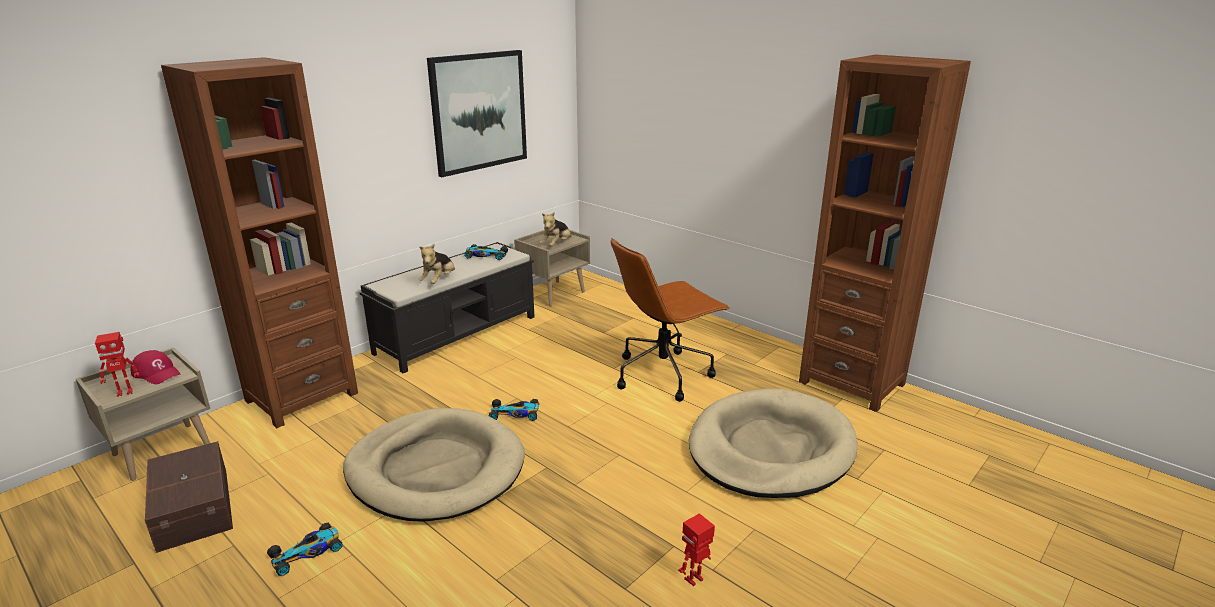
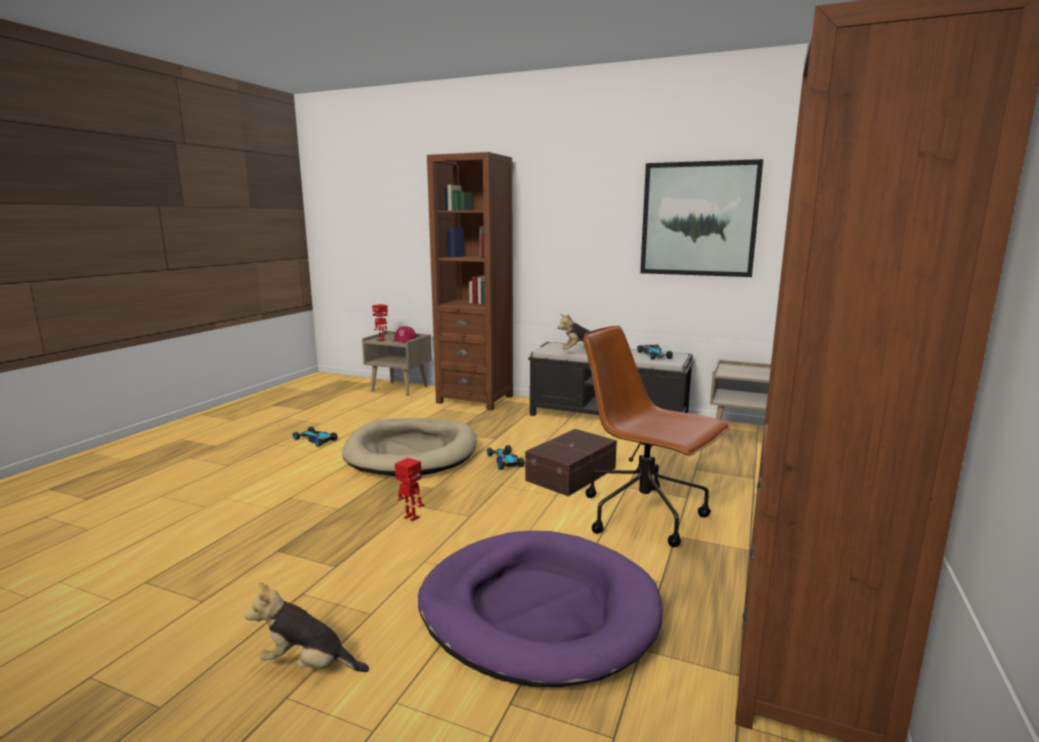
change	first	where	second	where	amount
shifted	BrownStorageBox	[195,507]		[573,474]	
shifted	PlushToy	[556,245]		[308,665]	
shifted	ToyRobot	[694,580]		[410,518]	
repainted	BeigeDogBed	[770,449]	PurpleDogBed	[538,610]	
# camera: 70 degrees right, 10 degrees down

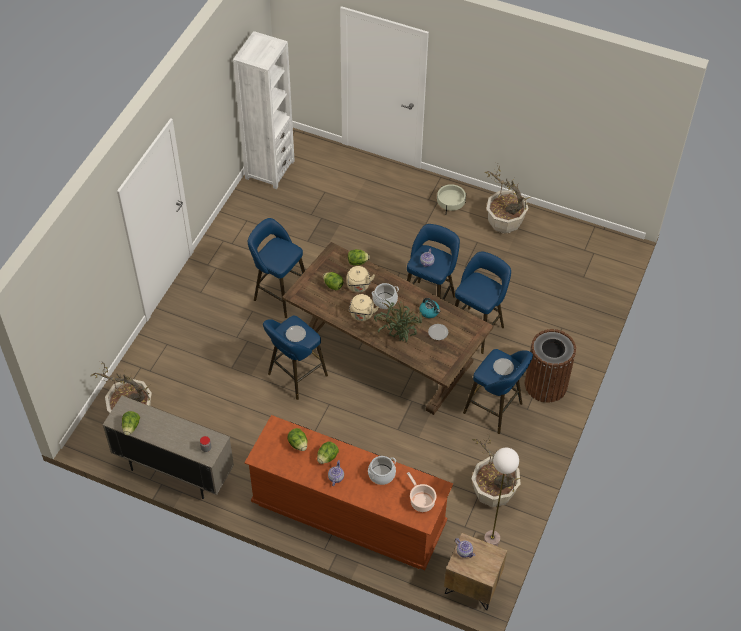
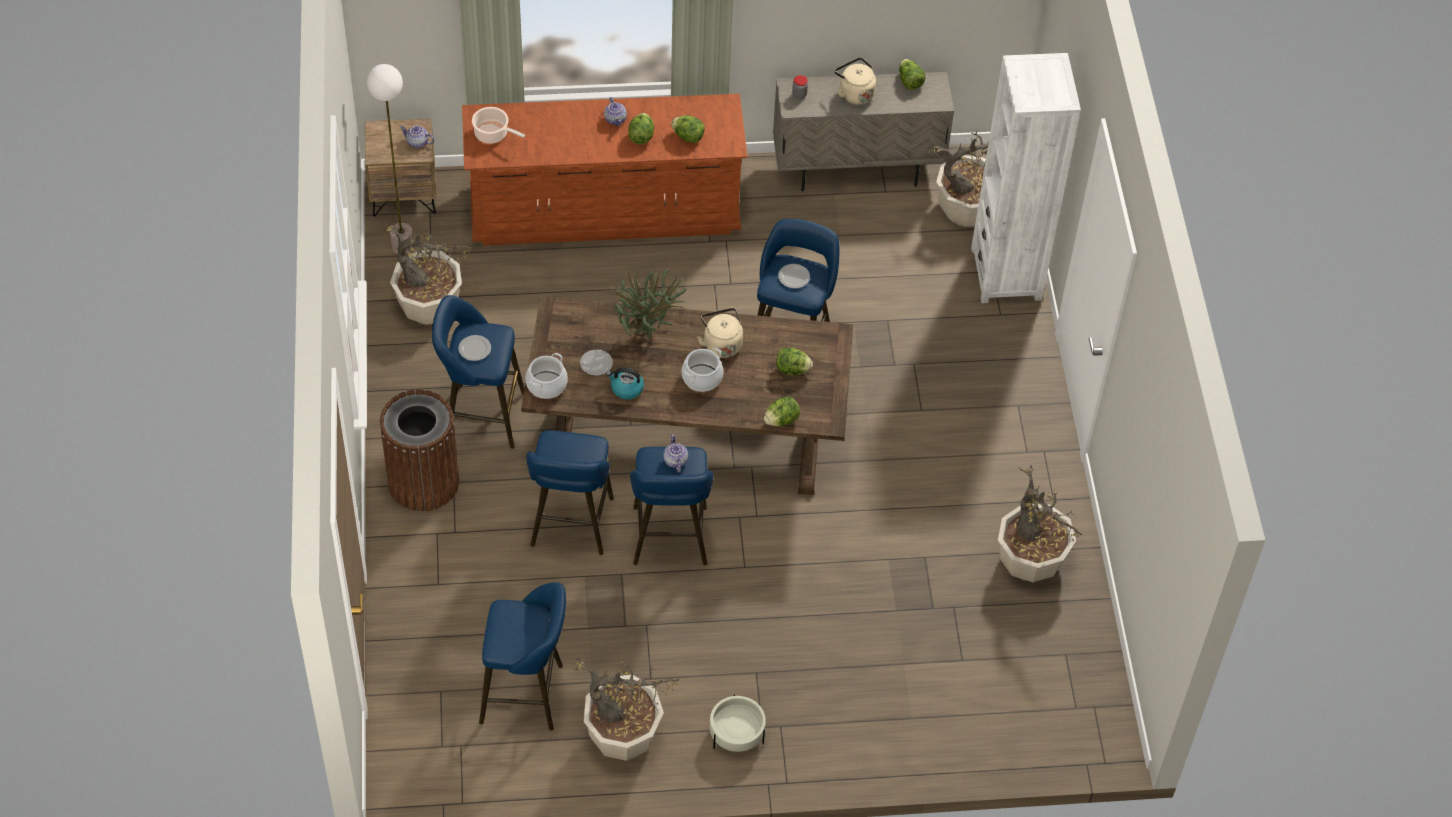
change	first	where	second	where	amount
shifted	WhiteBookcase	[269,169]		[1006,273]	
shifted	BlueStool	[279,294]		[527,694]	
shifted	BeigeKettle	[358,286]		[854,93]	
shifted	CookingPot	[381,474]		[547,385]	
new			PottedPlant	[1031,562]	
# camera: 150 degrees right, 0 degrees up

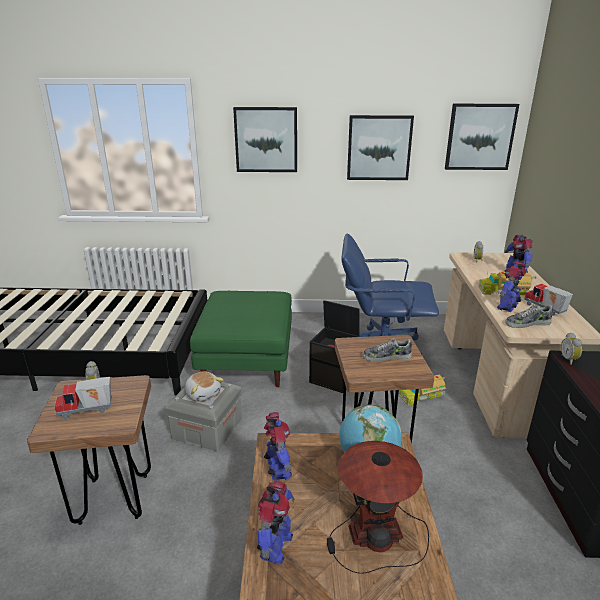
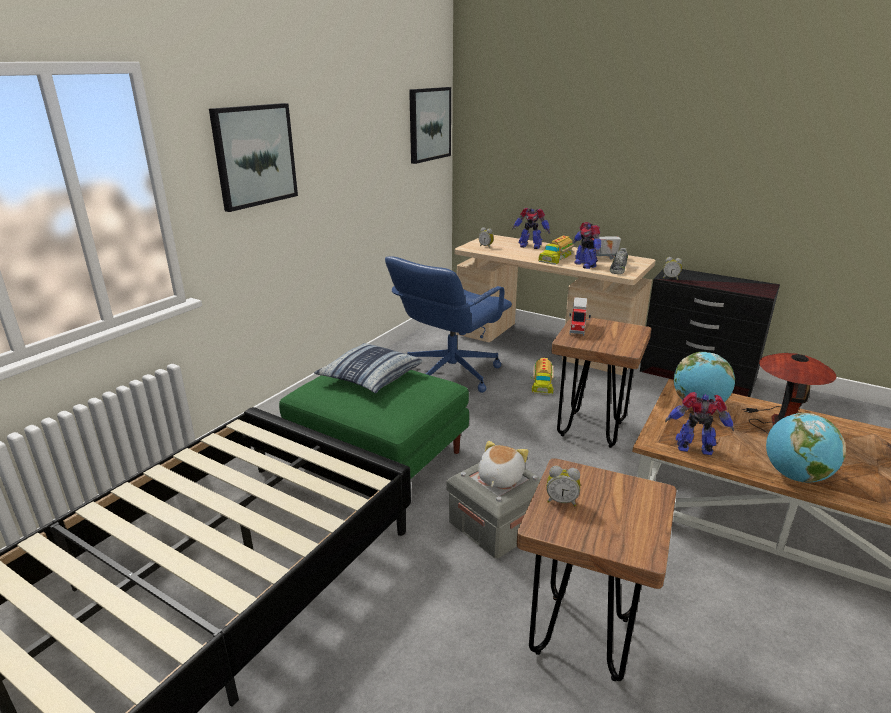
change	first	where	second	where	amount
shifted	ToyTruck	[86,411]		[578,329]	
rotated	PlushToy	[203,393]		[499,478]	60 degrees counterclockwise
swapped	ToyRobot	[275,546]	Globe	[795,476]	
gone	BlackStorageBox	[334,379]			
gone	Picture	[379,148]			
gone	Shoe	[386,357]			
new			Pillow	[370,377]	
# camera: 60 degrees left, 0 degrees up

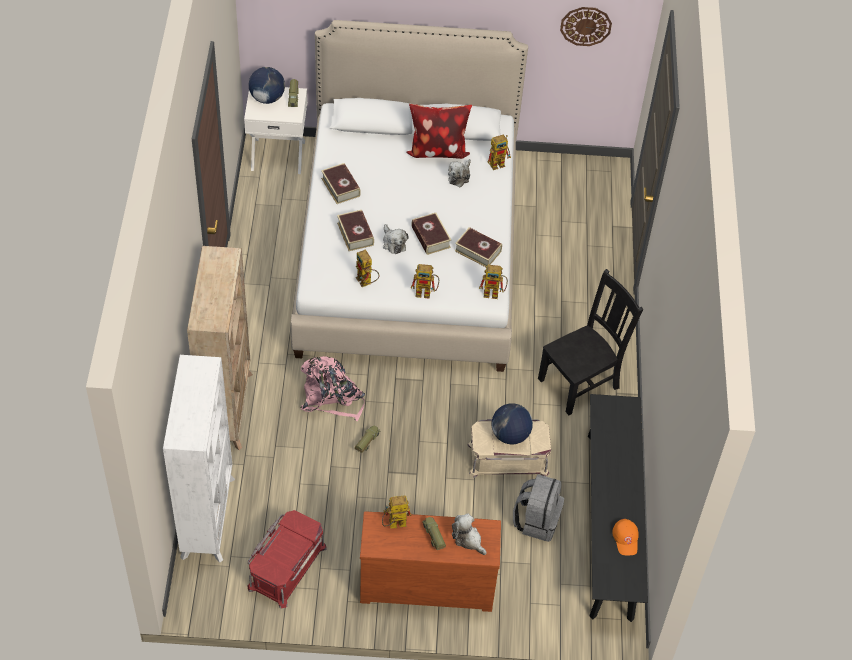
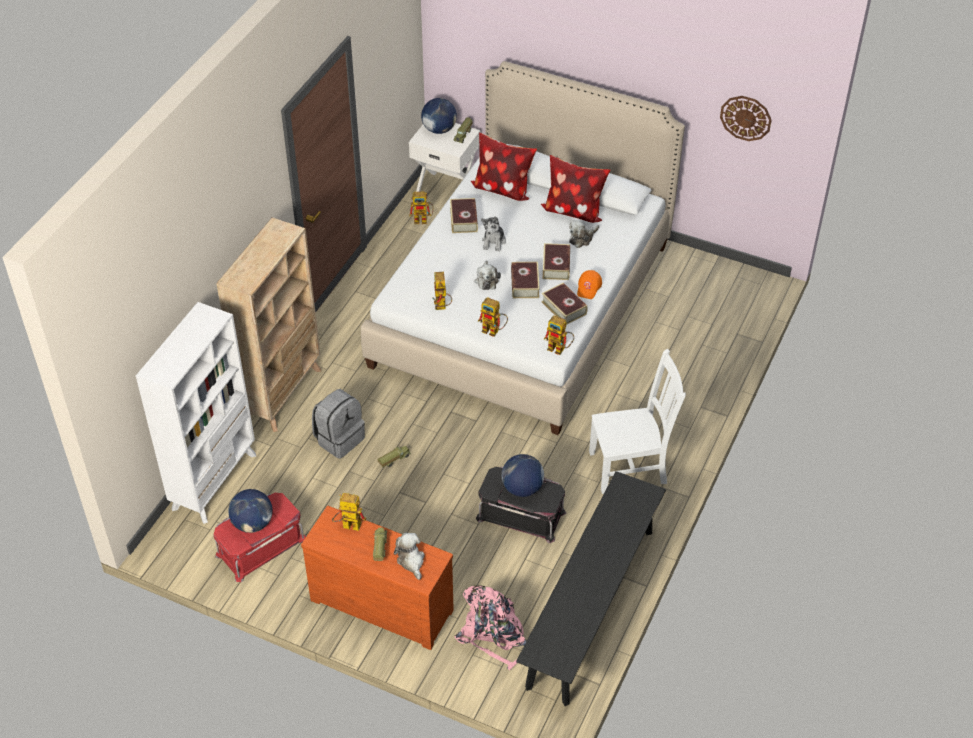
change	first	where	second	where	amount
shifted	PinkBackpack	[331,397]		[493,635]	
shifted	Book	[355,234]		[556,266]	
repainted	BeigeStorageBox	[508,457]	BlackStorageBox	[521,514]	
shifted	ToyRobot	[499,163]		[423,220]	
shifted	GreyBackpack	[536,520]		[339,439]	
repainted	BlackChair	[581,382]	WhiteChair	[630,467]	
shifted	OrangeCap	[626,538]		[589,287]	
new			Globe	[253,523]	
new			Pillow	[502,188]	
new			PlushToy	[494,242]	
# camera: 25 degrees right, 5 degrees down

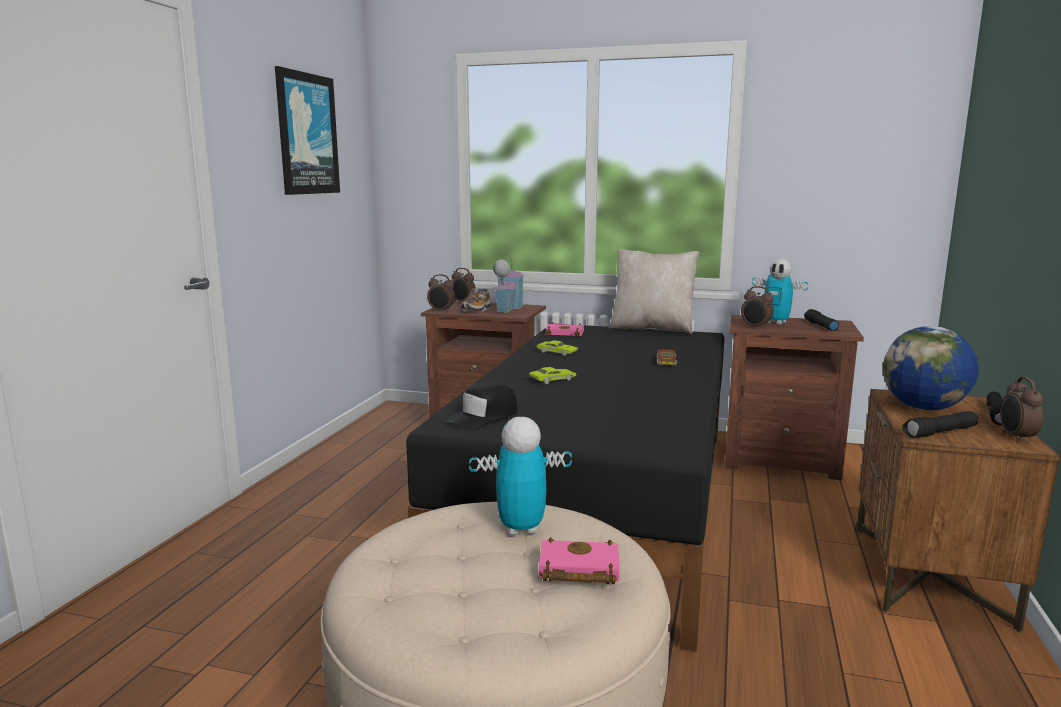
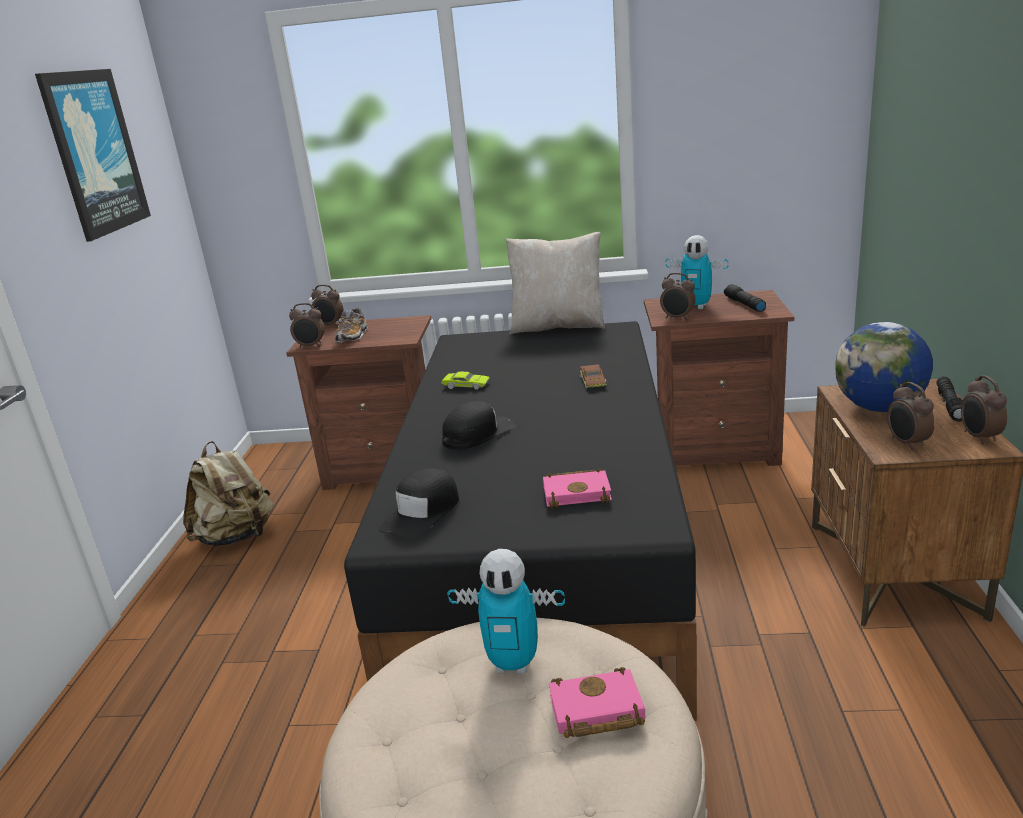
change	first	where	second	where	amount
rotated	ToyRobot	[521,529]		[513,663]	150 degrees counterclockwise
gone	ToyHouse	[507,308]			
swapped	GreenToyCar	[552,380]	BlackCap	[478,434]	
shifted	PinkBook	[565,333]		[578,492]	
swapped	BlackFlashlight	[940,433]	AlarmClock	[906,443]	
new			BeigeBackpack	[236,537]	
# camera: 10 degrees left, 10 degrees up

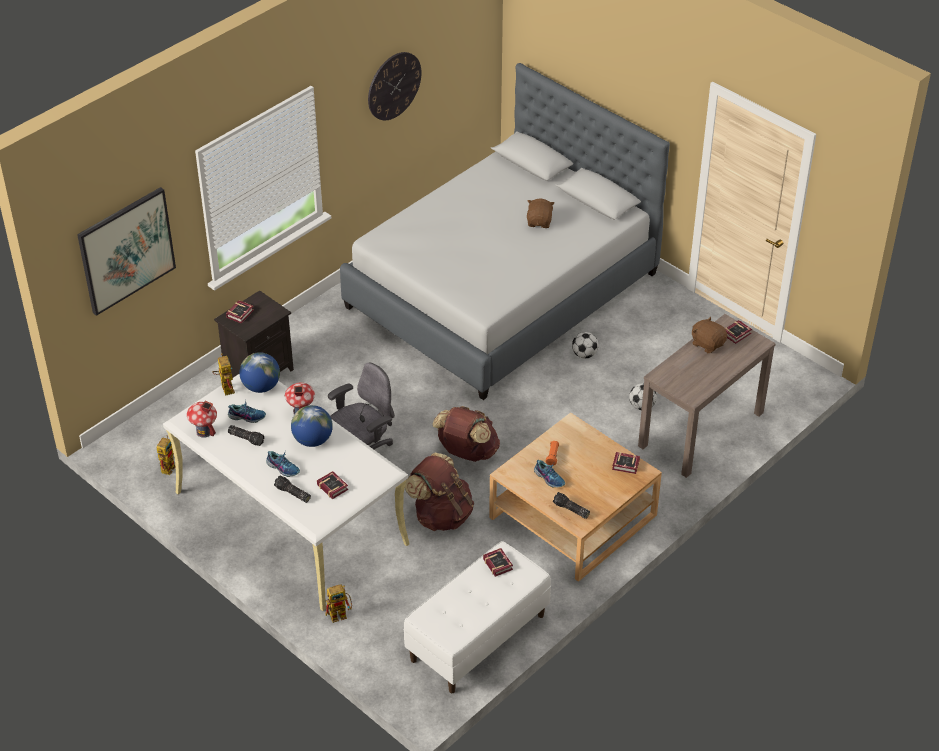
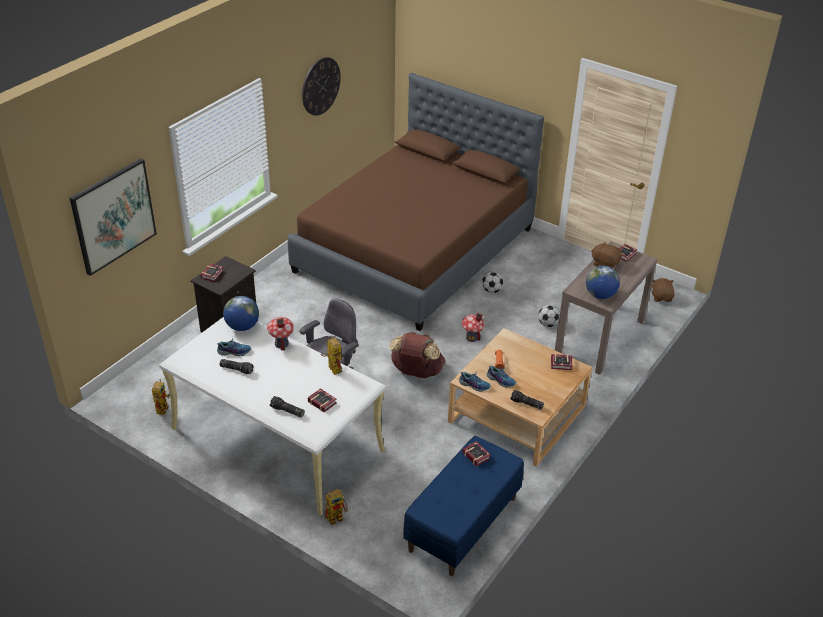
change	first	where	second	where	amount
shifted	ToyHouse	[204,431]		[472,338]	
shifted	ToyRobot	[225,387]		[332,368]	
shifted	Shoe	[283,468]		[474,385]	
shifted	Globe	[313,440]		[600,295]	
repainted	GreyBed	[502,290]	BrownBed	[415,250]	
repainted	WhiteBench	[478,638]	BlueBench	[463,524]	
gone	BrownBackpack	[441,515]			
shifted	BrownPlushToy	[539,222]		[661,297]	
# camera: 10 degrees left, 5 degrees down

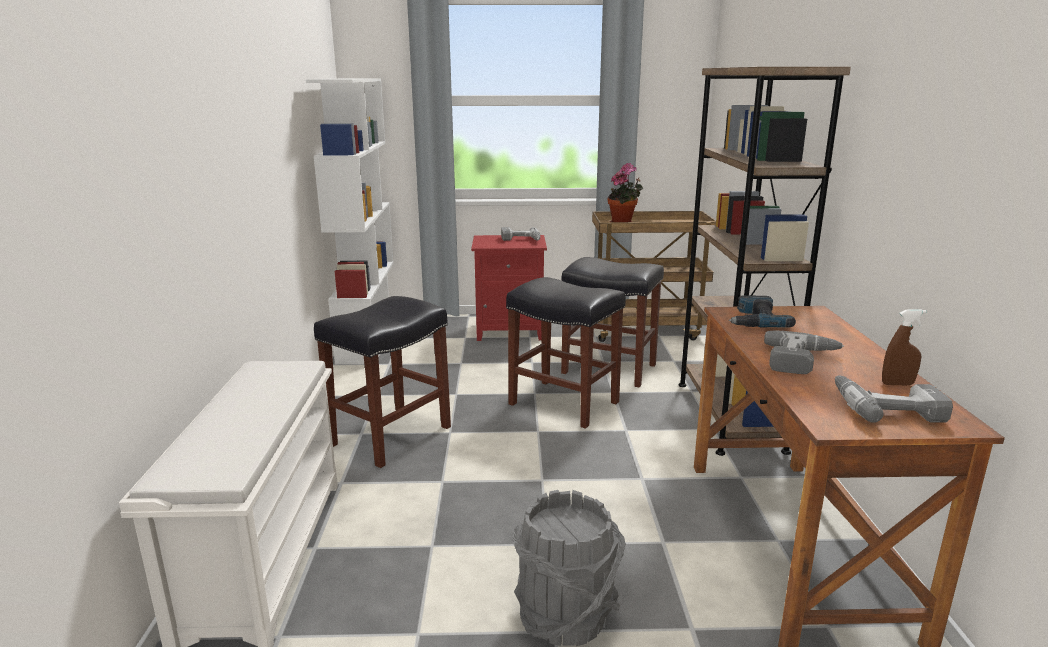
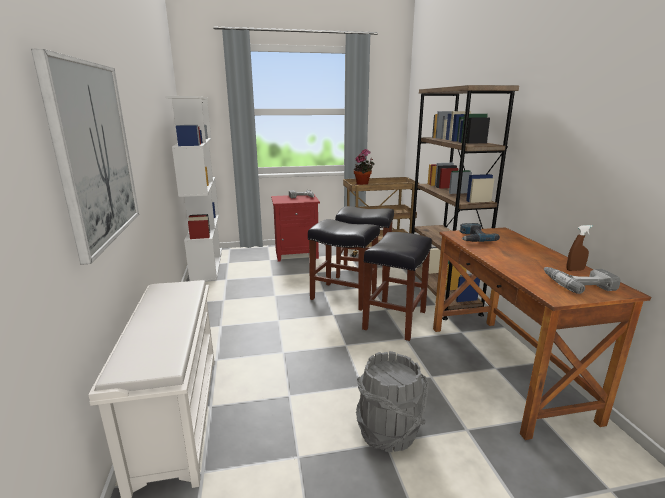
change	first	where	second	where	amount
shifted	BlackStool	[391,435]		[394,319]	
gone	PowerDrill	[803,361]			
new			Picture	[95,154]	
# camera: 10 degrees left, 0 degrees up

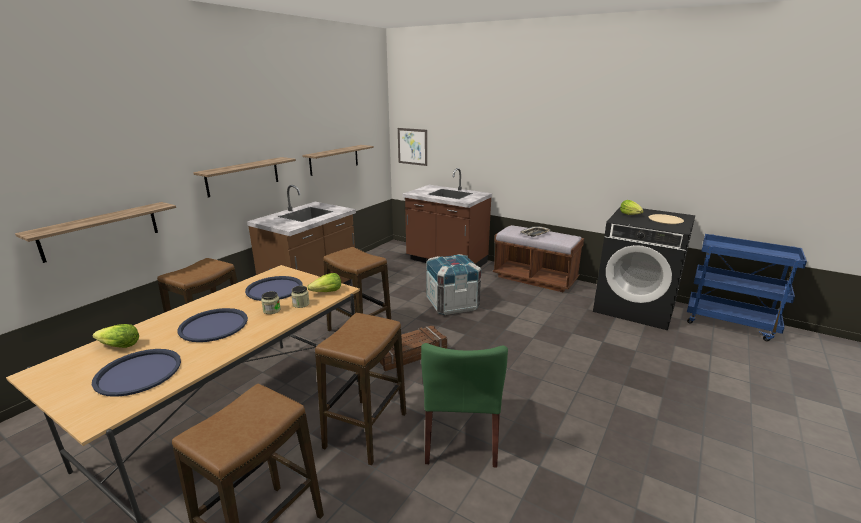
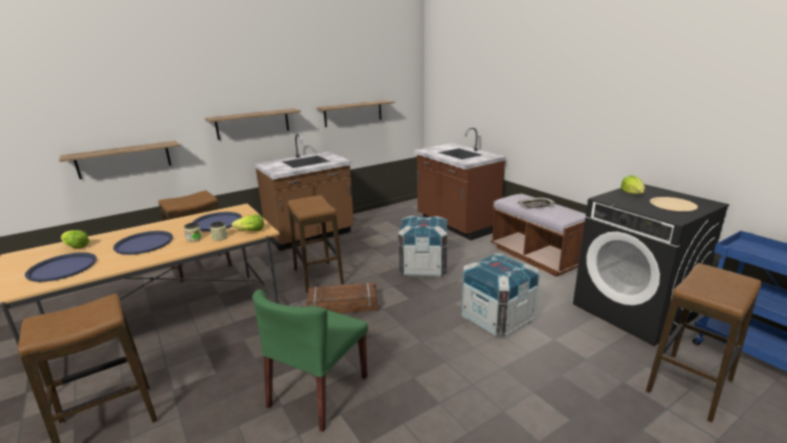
change	first	where	second	where	amount
shifted	Stool	[366,431]		[689,386]	
gone	Picture	[412,146]			
new			Crate	[497,319]	
# camera: 25 degrees right, 0 degrees up

